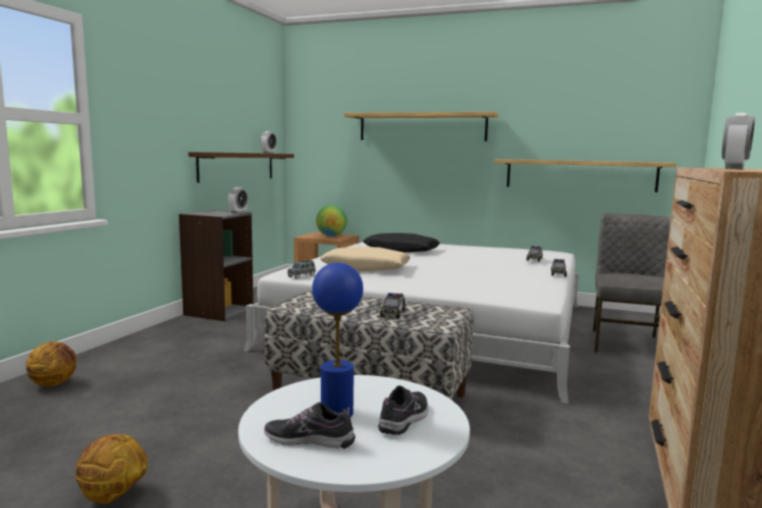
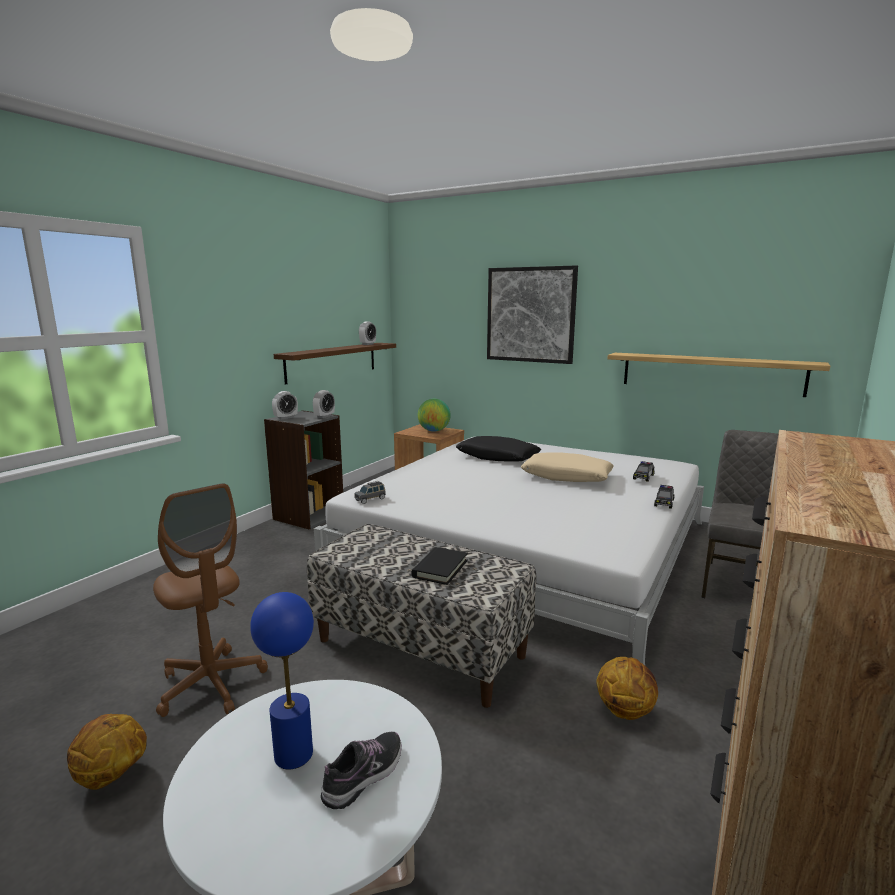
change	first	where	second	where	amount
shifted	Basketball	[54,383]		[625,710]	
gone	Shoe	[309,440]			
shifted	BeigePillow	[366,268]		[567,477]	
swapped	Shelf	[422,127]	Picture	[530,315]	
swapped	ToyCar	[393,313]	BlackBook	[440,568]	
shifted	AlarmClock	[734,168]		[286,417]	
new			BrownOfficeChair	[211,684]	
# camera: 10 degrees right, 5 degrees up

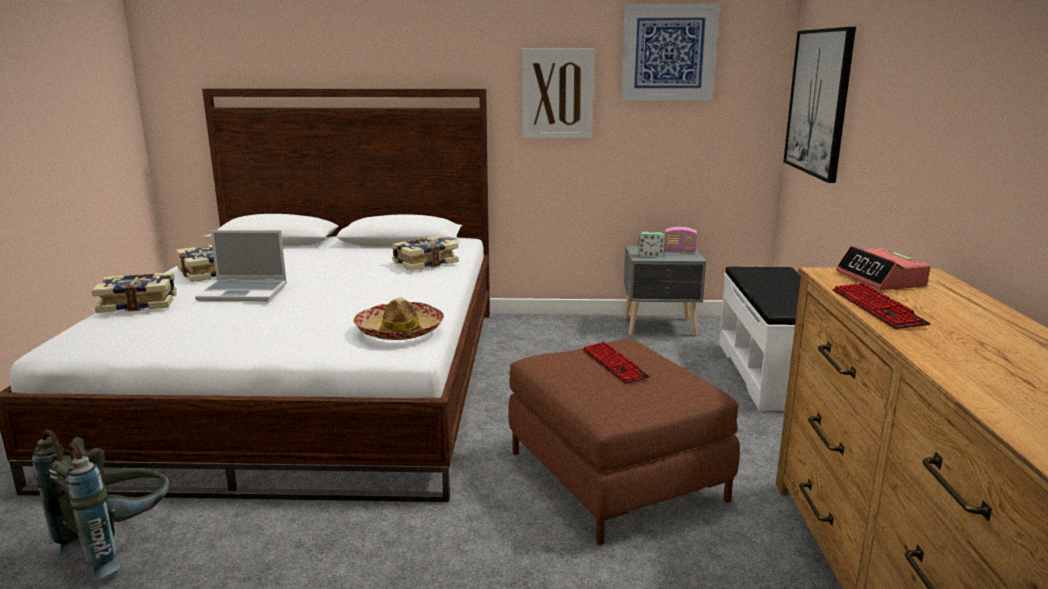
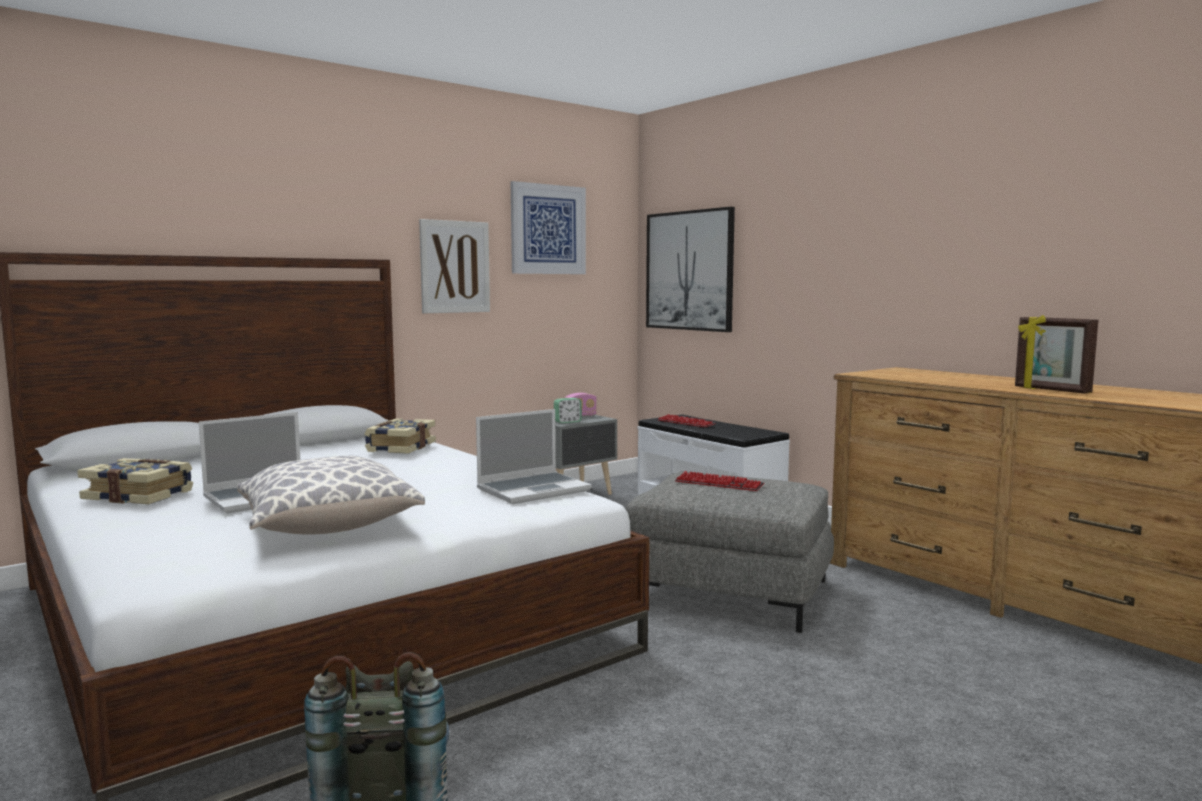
change	first	where	second	where	amount
gone	Book	[138,303]			
swapped	Hat	[400,331]	Laptop	[534,490]	
repainted	BrownOttoman	[616,475]	GreyOttoman	[731,591]	
shifted	Keyboard	[877,308]		[686,423]	
gone	AlarmClock	[880,279]			
new			Pillow	[329,527]	
new			PictureFrame	[1051,390]	
# camera: 40 degrees left, 10 degrees down

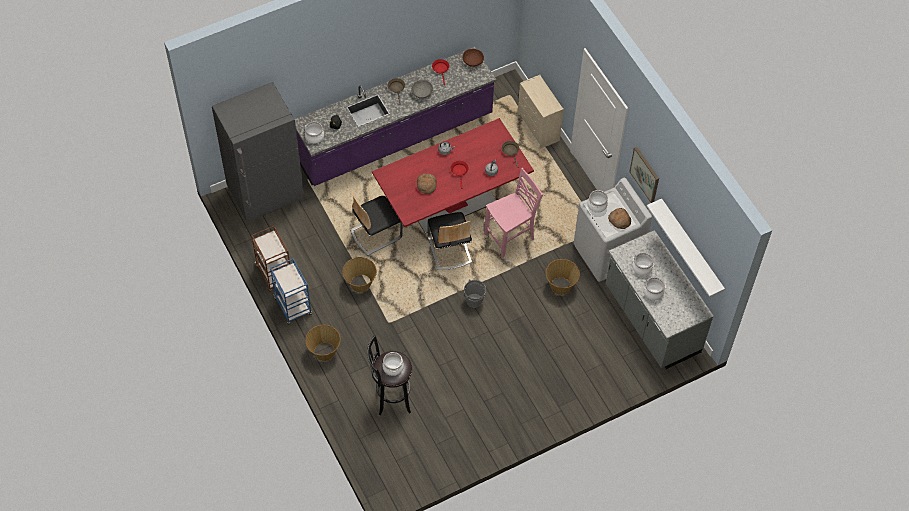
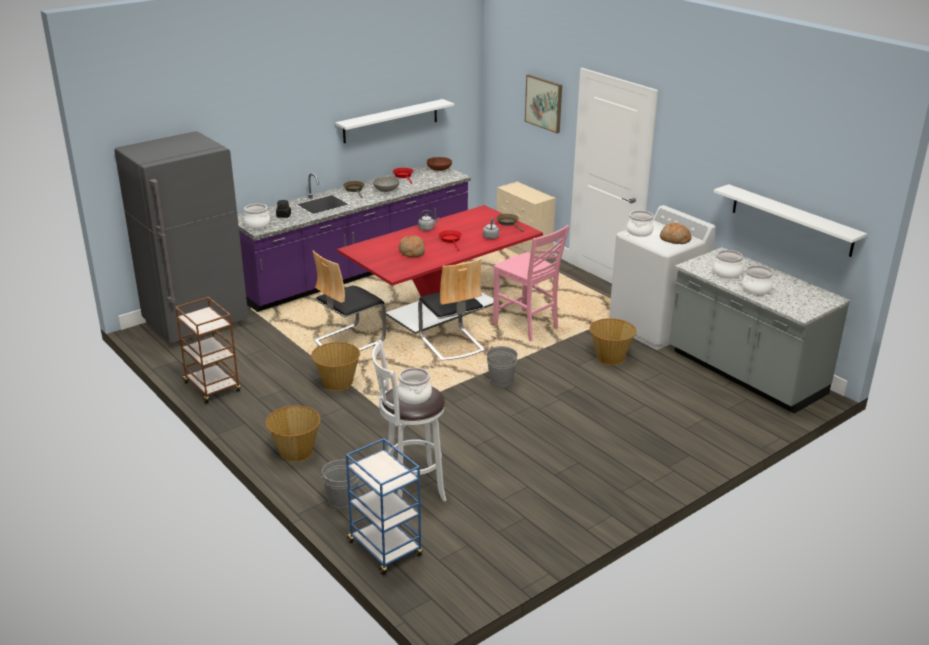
change	first	where	second	where	amount
shifted	BlueCart	[293,307]		[385,549]	
repainted	BlackStool	[391,398]	WhiteStool	[411,488]	
rotated	PinkChair	[510,237]		[527,326]	90 degrees clockwise
shifted	Picture	[645,174]		[544,103]	
new			GreyBucket	[342,501]	
new			WhiteShelf	[391,121]	
# camera: 10 degrees left, 30 degrees down

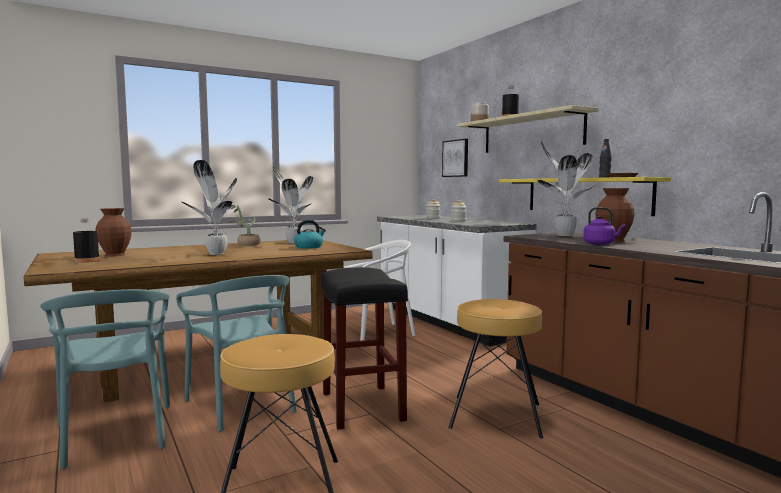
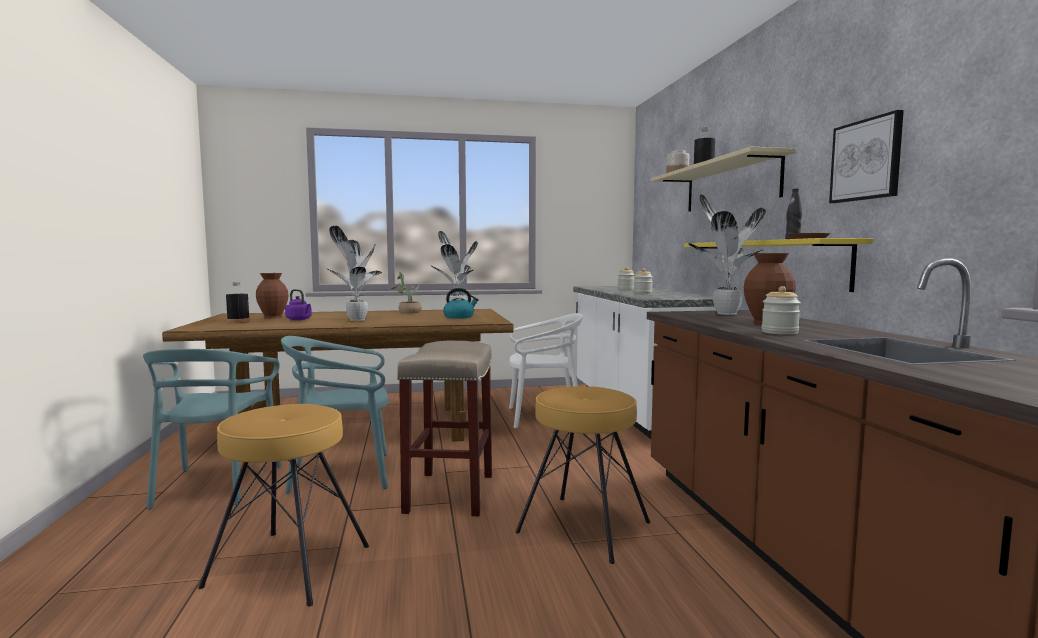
change	first	where	second	where	amount
rotated	TurquoiseChair	[242,404]		[342,474]	90 degrees clockwise
repainted	BlackStool	[363,407]	BeigeStool	[450,494]	
shifted	Picture	[456,158]		[866,160]	
shifted	PurpleKettle	[600,244]		[299,319]	
new			Jar	[779,332]	
# camera: 20 degrees right, 0 degrees up

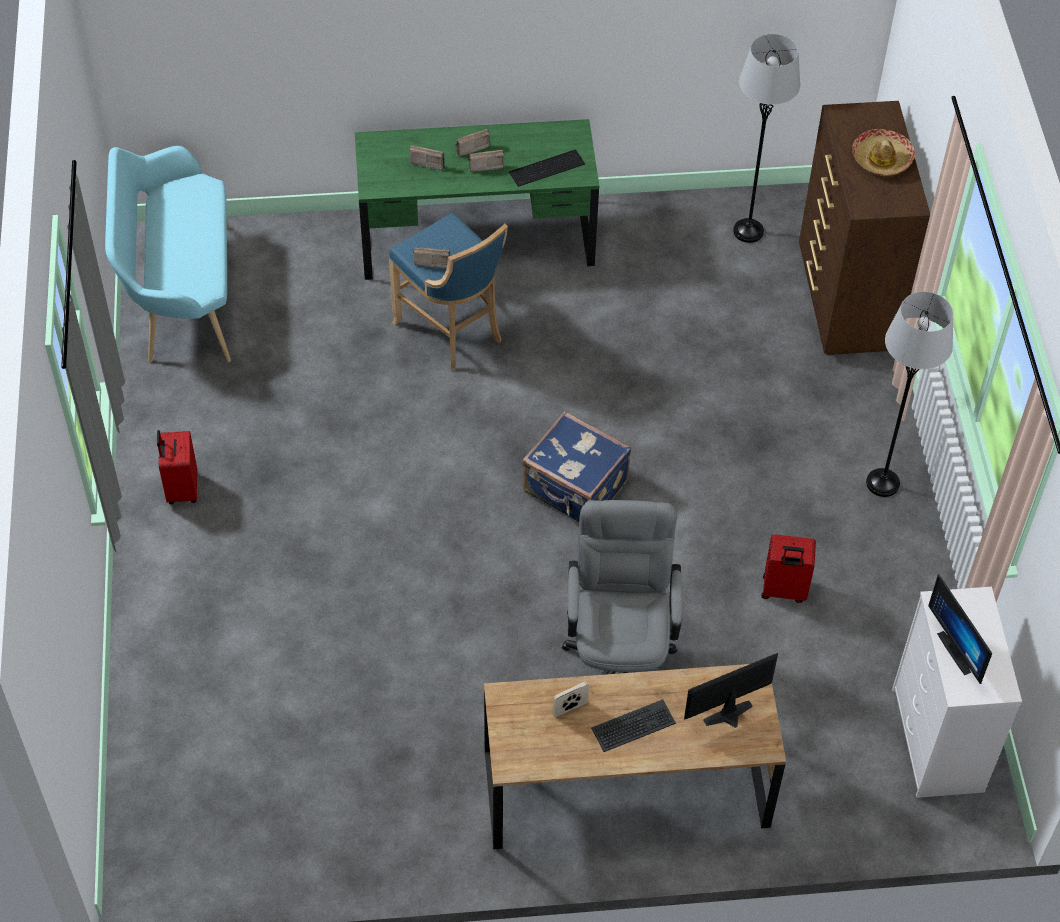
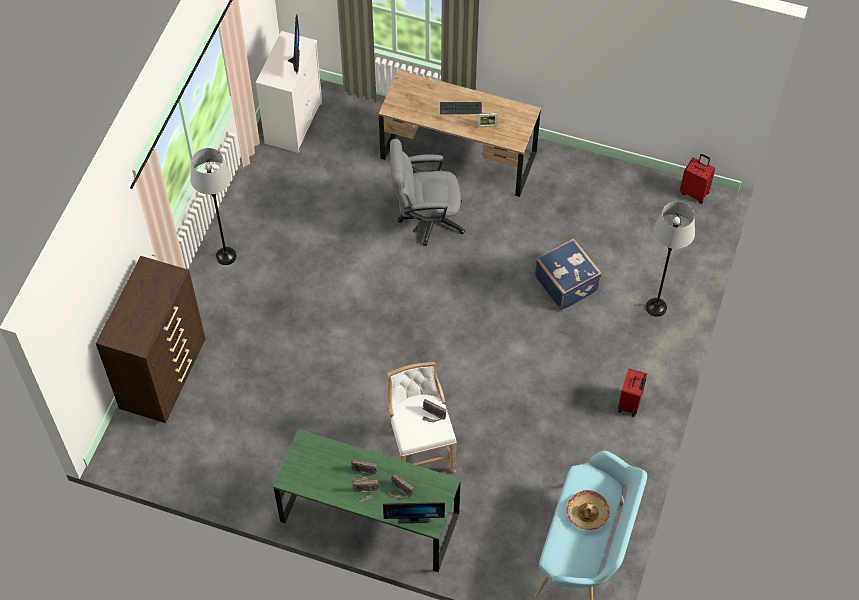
change	first	where	second	where	amount
repainted	BlueStool	[452,332]	WhiteStool	[420,450]	
gone	Keyboard	[548,169]			
shifted	BlueSuitcase	[575,489]		[567,283]	
rotated	GreyOfficeChair	[619,653]		[425,219]	60 degrees clockwise
shifted	Monitor	[731,718]		[414,517]	
shifted	GreyFloorLamp	[748,231]		[656,307]	
shifted	RedSuitcase	[783,590]		[694,192]	
shifted	Hat	[881,159]		[587,513]	
# camera: 155 degrees left, 5 degrees up

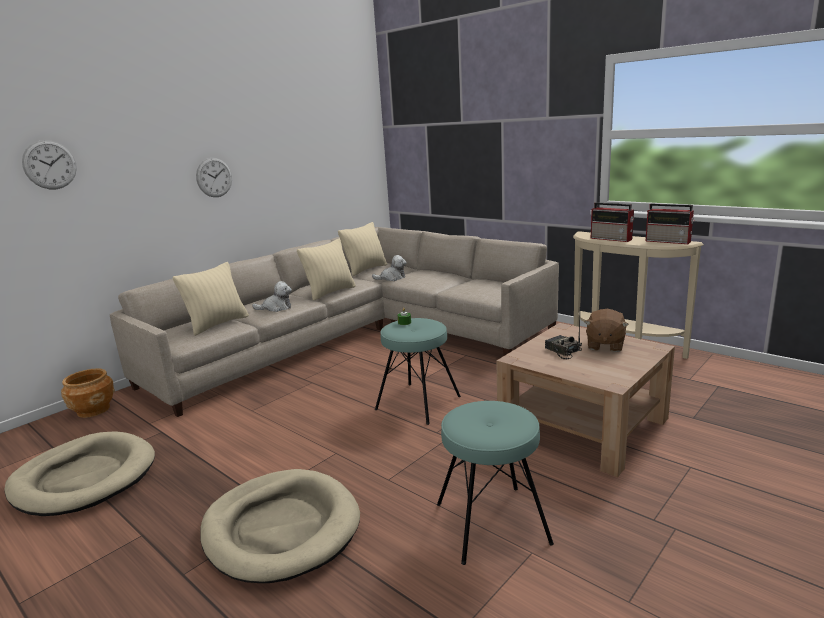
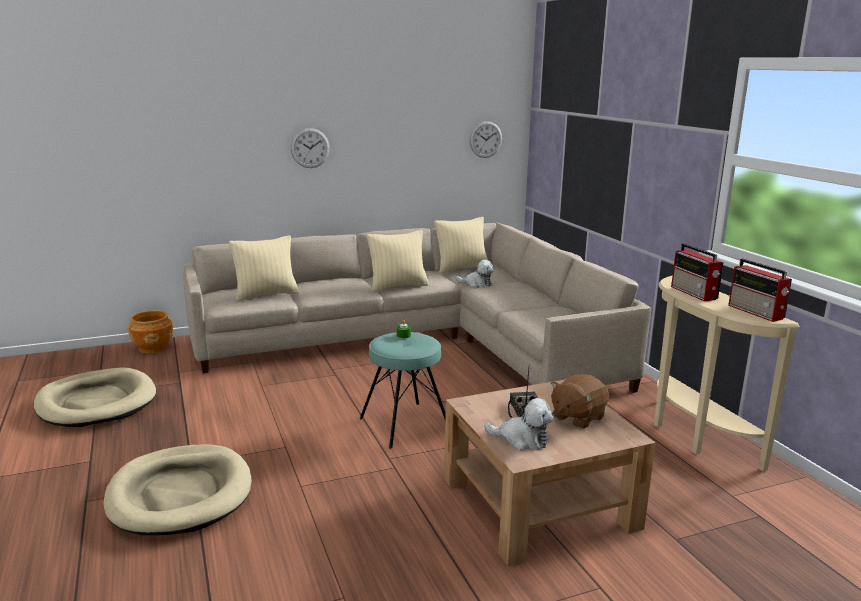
change	first	where	second	where	amount
shifted	WallClock	[50,165]		[485,139]	
shifted	PlushToy	[276,308]		[522,439]	
gone	TurquoiseStool	[492,523]			
# camera: 25 degrees right, 0 degrees up

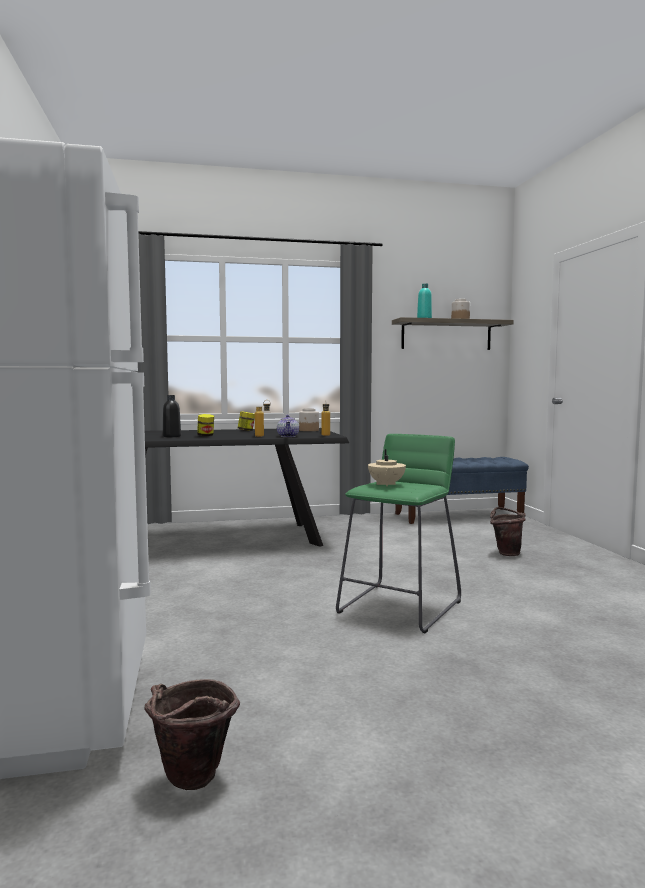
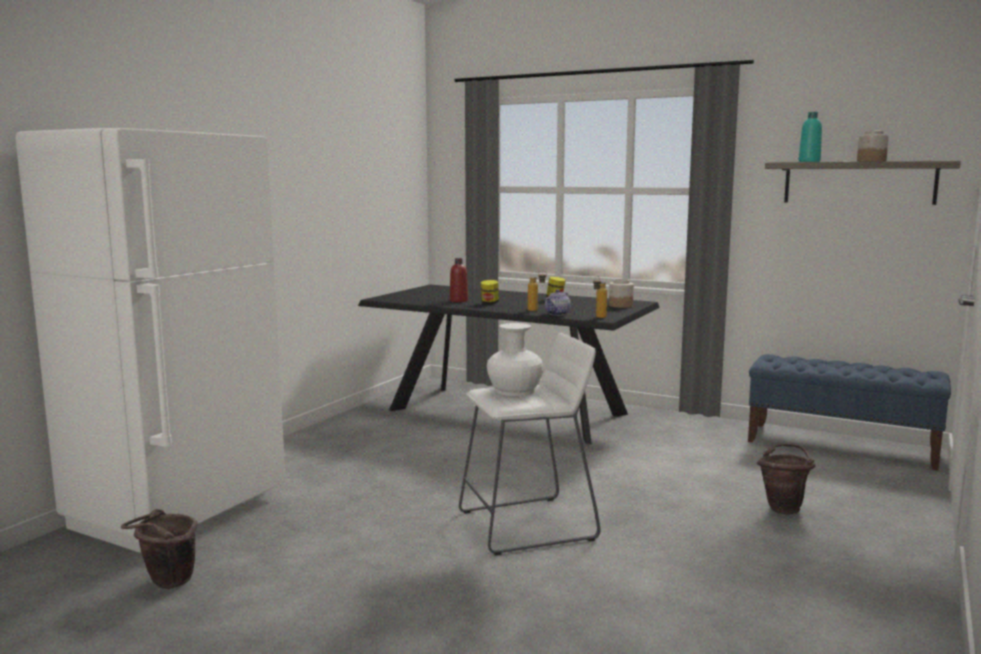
change	first	where	second	where	amount
repainted	BlackBottle	[172,436]	RedBottle	[458,301]	
repainted	GreenStool	[400,606]	WhiteStool	[527,525]	
swapped	BeigeTeapot	[386,484]	WhiteVase	[514,390]	
# camera: 40 degrees right, 5 degrees up

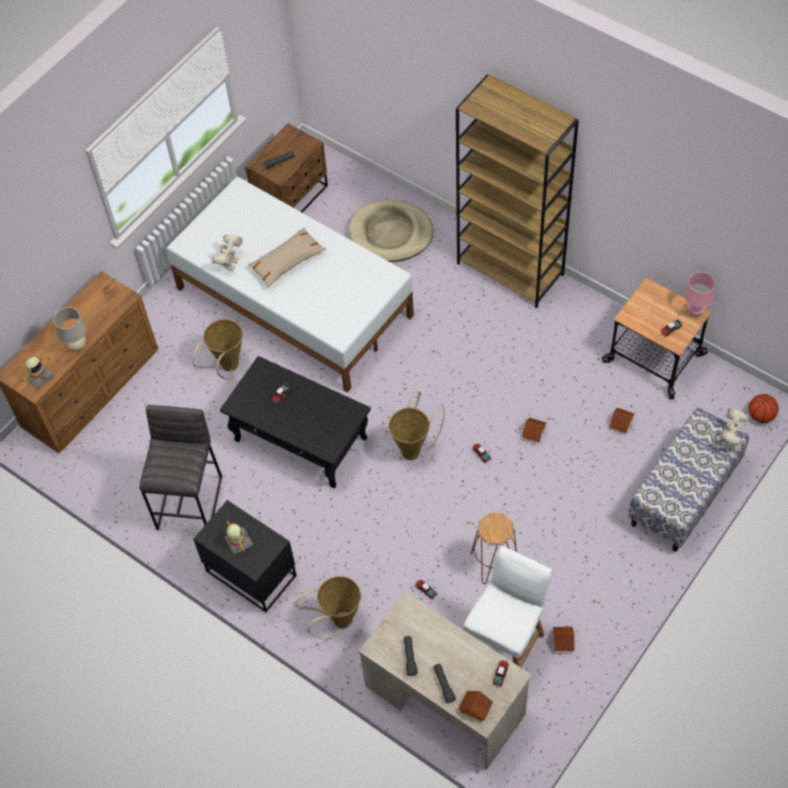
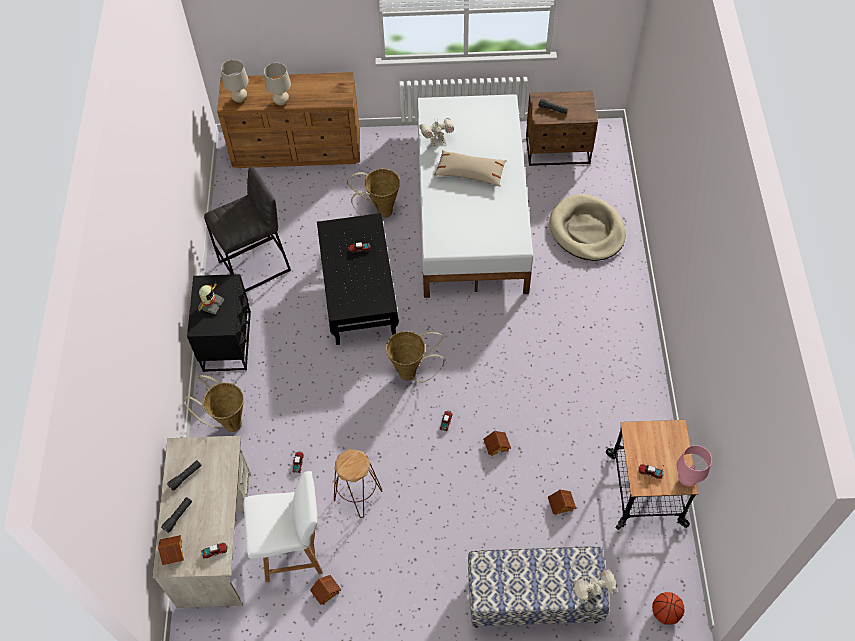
change	first	where	second	where	amount
swapped	ToyRobot	[39,377]	BeigeTableLamp	[239,99]	
gone	BrownBookcase	[511,269]			
# camera: 50 degrees right, 0 degrees up

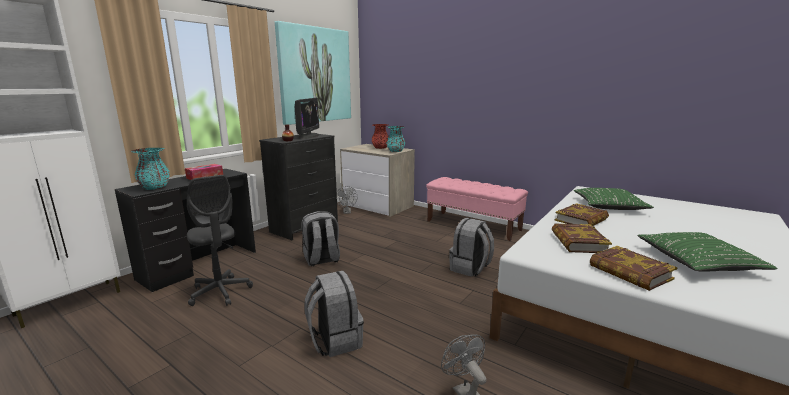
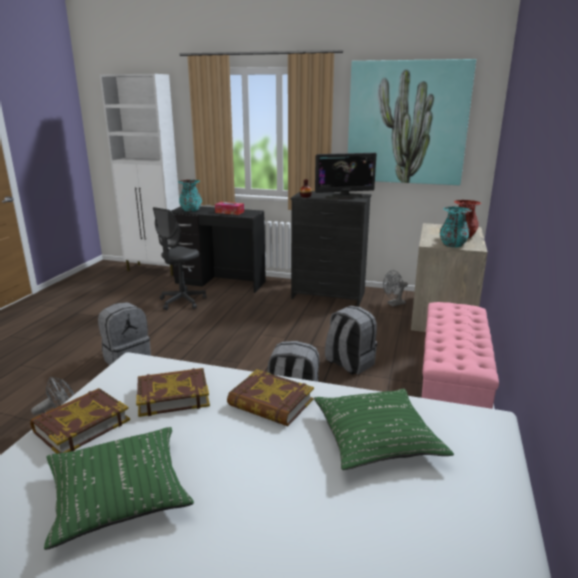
change	first	where	second	where	amount
shifted	GreyBackpack	[322,260]		[349,364]	
# camera: 70 degrees right, 5 degrees up

